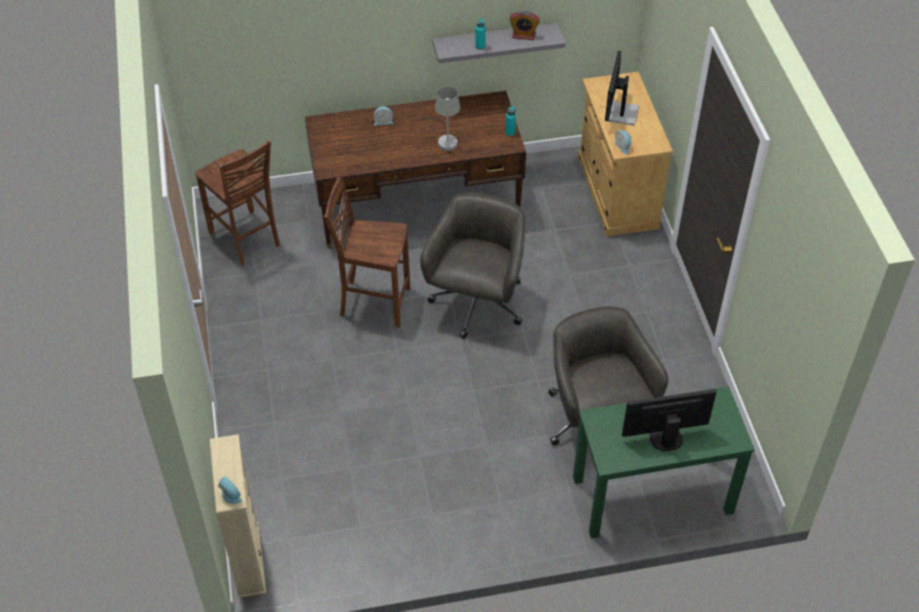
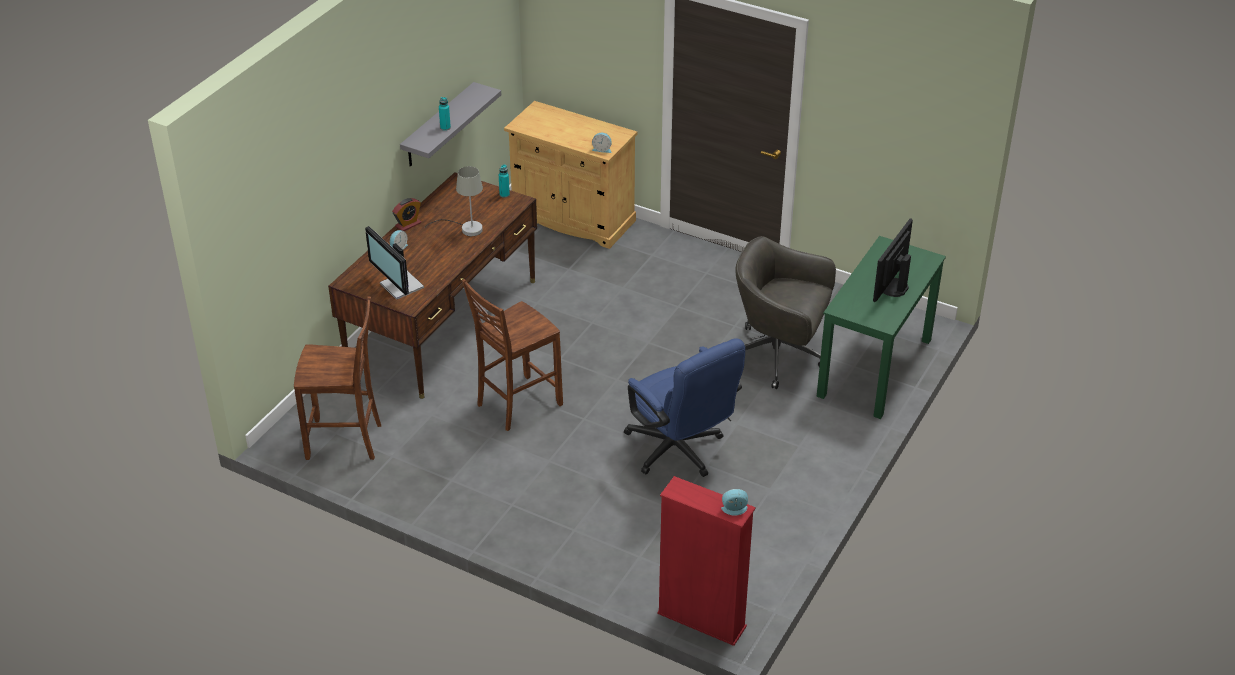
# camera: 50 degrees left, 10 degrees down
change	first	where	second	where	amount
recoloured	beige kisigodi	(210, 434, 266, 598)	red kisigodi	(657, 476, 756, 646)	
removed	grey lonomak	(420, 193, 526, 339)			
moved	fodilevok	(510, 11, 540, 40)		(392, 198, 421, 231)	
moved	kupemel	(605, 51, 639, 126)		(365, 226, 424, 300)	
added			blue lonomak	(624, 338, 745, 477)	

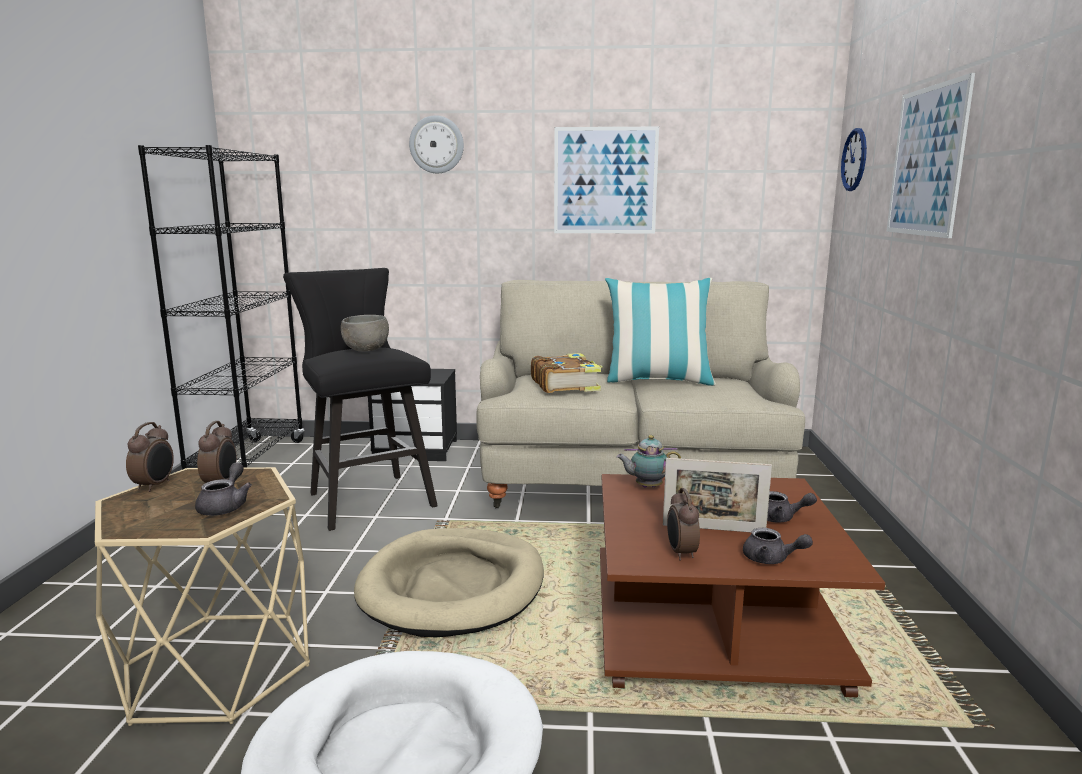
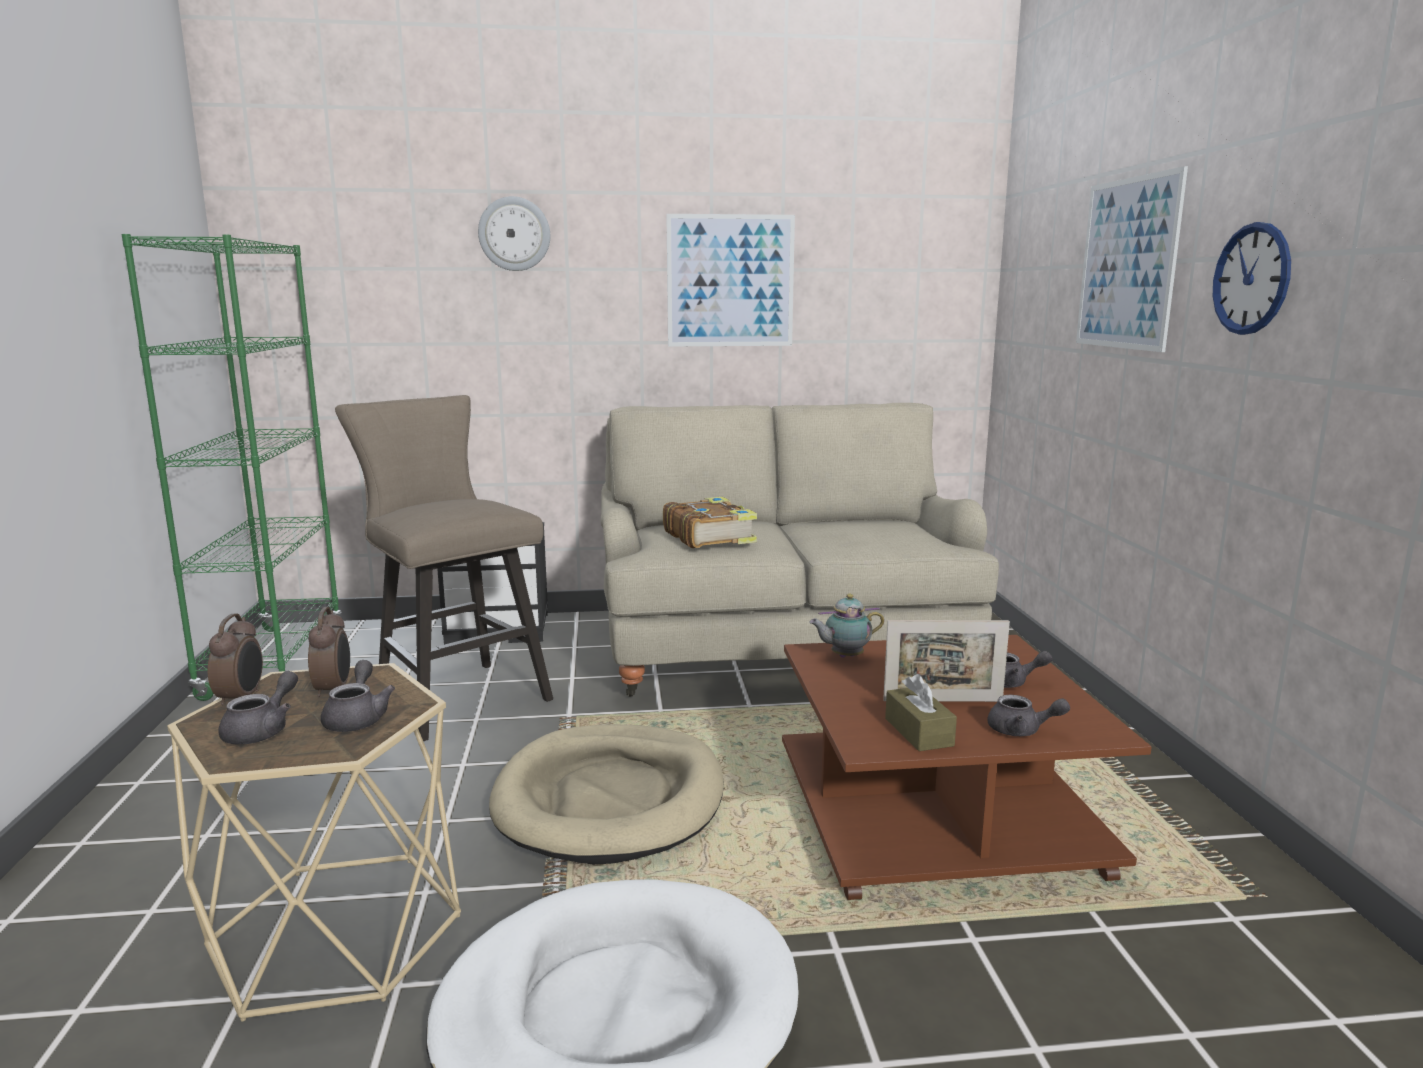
# camera: 10 degrees left, 0 degrees up
change	first	where	second	where	amount
recoloured	black kisigodi	(138, 145, 305, 470)	green kisigodi	(121, 234, 342, 701)	
recoloured	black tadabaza	(283, 268, 438, 531)	beige tadabaza	(335, 395, 553, 741)	
removed	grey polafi	(341, 315, 389, 352)			
removed	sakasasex	(605, 278, 716, 386)			
replaced	fodilevok	(667, 488, 700, 561)	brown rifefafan	(885, 674, 957, 751)	
moved	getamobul	(841, 128, 867, 191)		(1213, 222, 1291, 335)	
added			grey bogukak	(218, 671, 298, 745)	

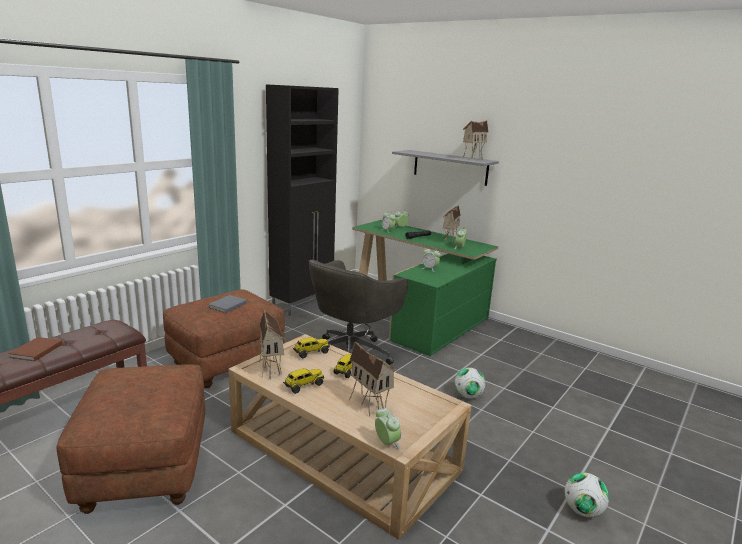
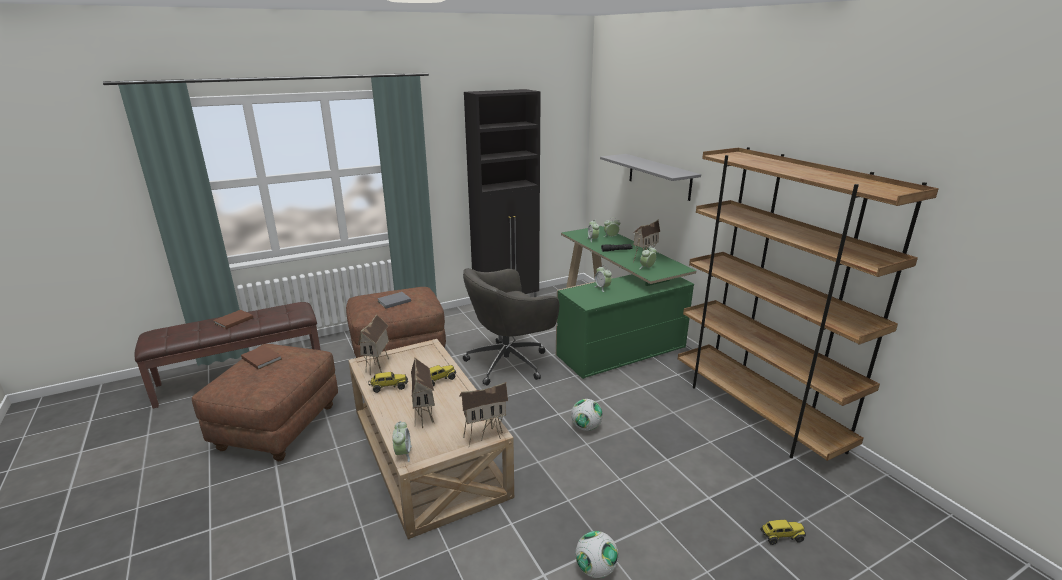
# camera: 25 degrees right, 5 degrees up
change	first	where	second	where	amount
moved	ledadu	(293, 337, 330, 358)		(760, 520, 806, 545)	
moved	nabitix	(462, 120, 488, 161)		(459, 382, 508, 446)	
added			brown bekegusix	(241, 345, 282, 369)	
added			brown kisigodi	(678, 147, 939, 461)	

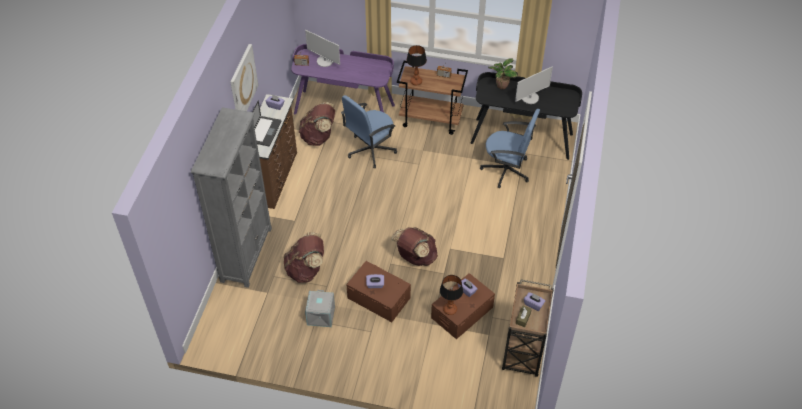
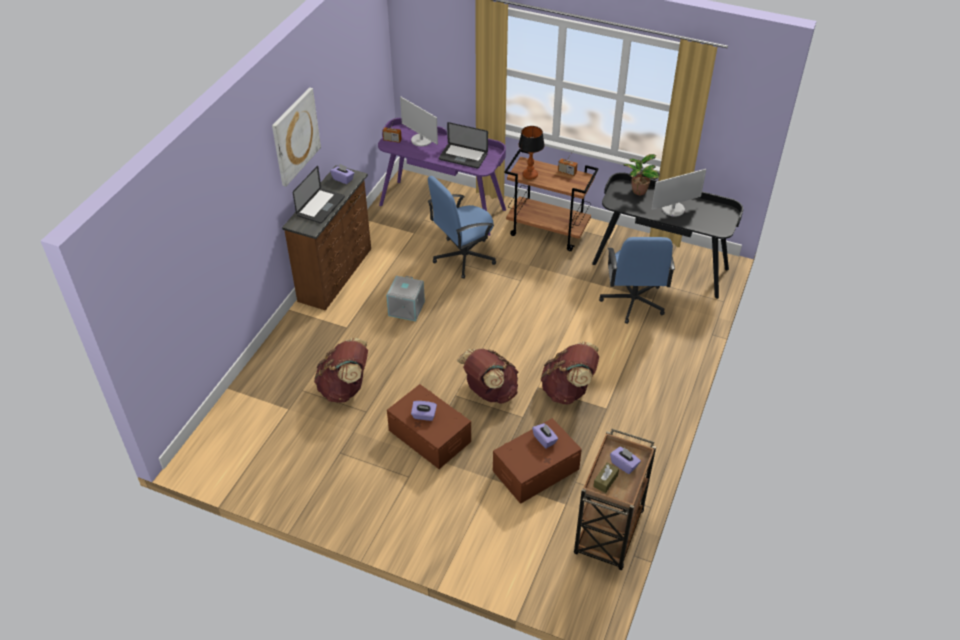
# camera: 10 degrees right, 5 degrees down
change	first	where	second	where	amount
removed	grey kisigodi	(191, 107, 272, 288)			
moved	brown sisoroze	(298, 102, 335, 146)		(541, 342, 599, 404)	
moved	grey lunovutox	(305, 290, 335, 327)		(386, 276, 425, 321)	
removed	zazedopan	(440, 275, 463, 315)			
turned	blue lonomak	(480, 109, 540, 188)		(599, 237, 675, 324)	60 degrees clockwise
added			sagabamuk	(439, 122, 488, 169)	

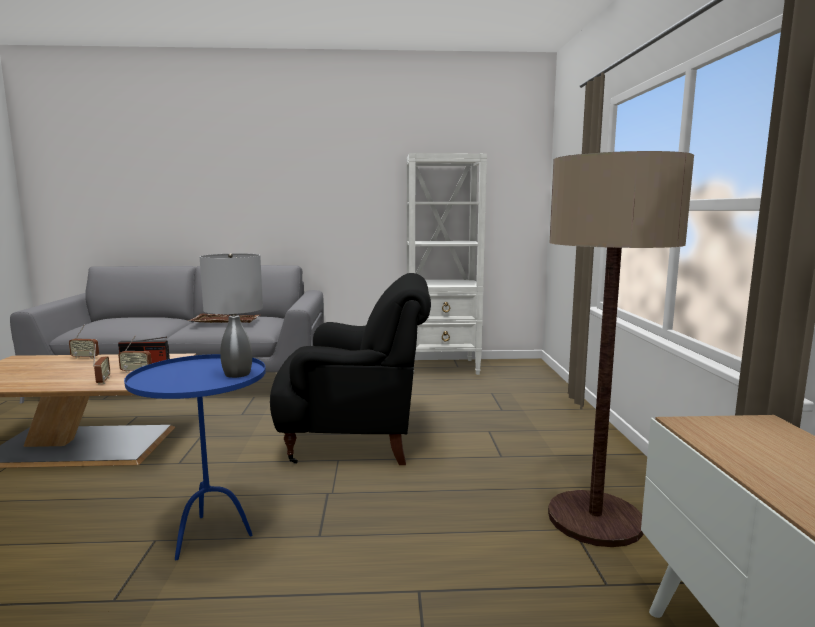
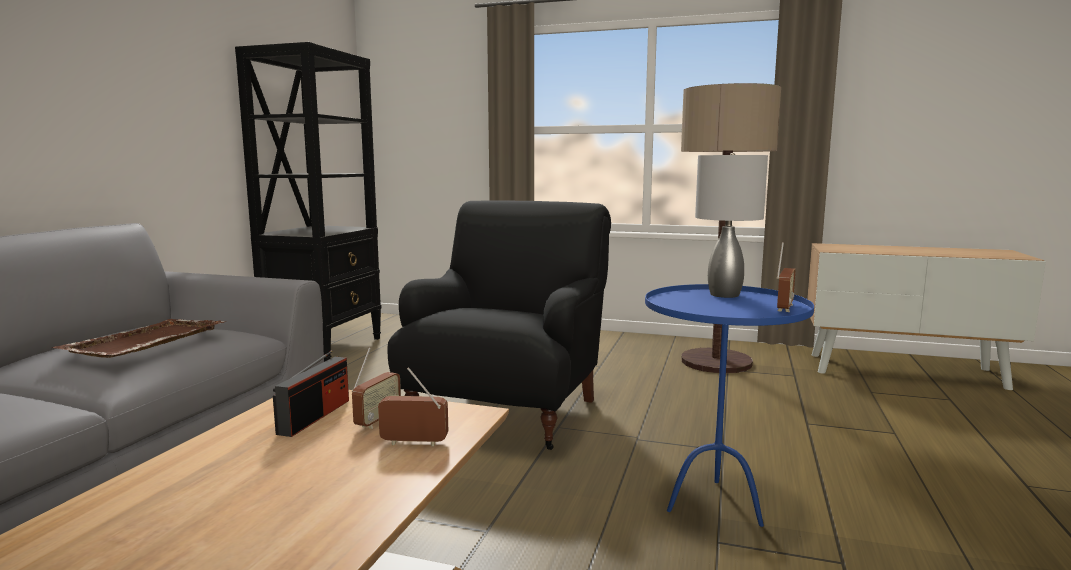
# camera: 70 degrees left, 0 degrees up
change	first	where	second	where	amount
moved	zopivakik	(69, 325, 99, 359)		(777, 242, 796, 312)	
recoloured	white kisigodi	(406, 153, 487, 375)	black kisigodi	(235, 42, 382, 362)	

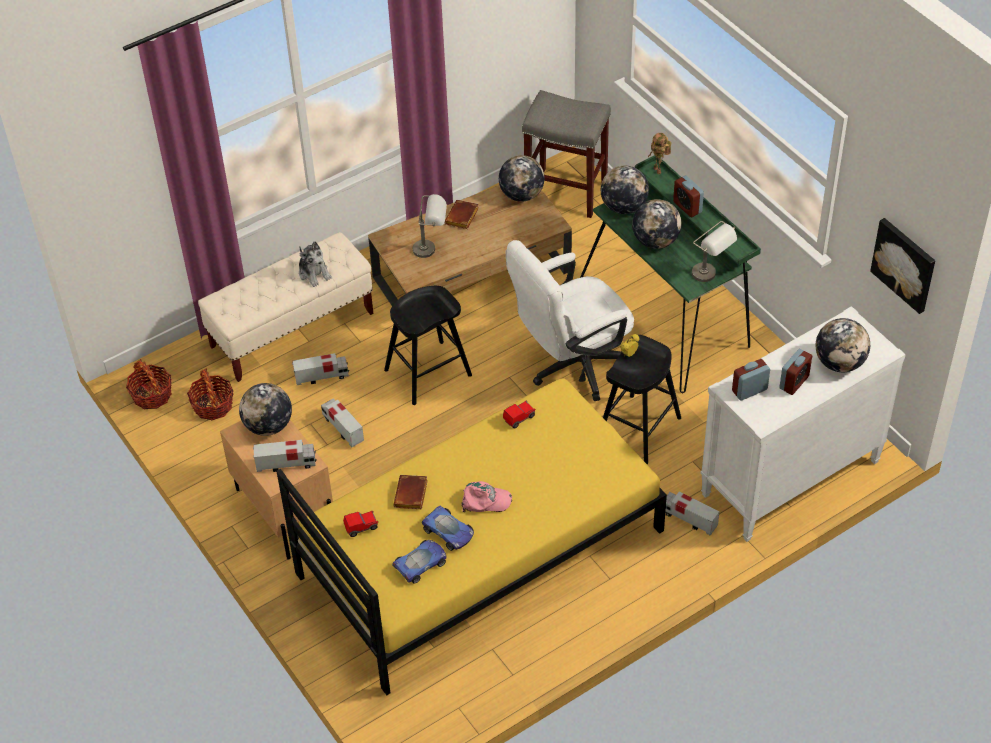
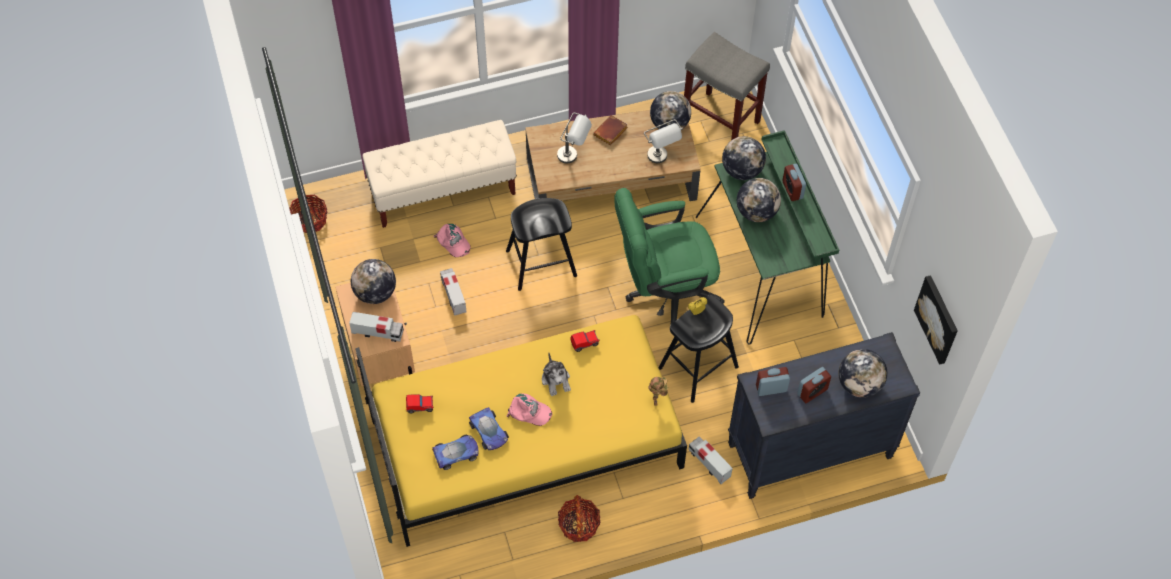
# camera: 15 degrees right, 10 degrees up
change	first	where	second	where	amount
moved	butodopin	(187, 369, 234, 420)		(558, 495, 600, 542)	
replaced	ledadu	(292, 353, 349, 385)	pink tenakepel	(434, 224, 471, 257)	
moved	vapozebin	(299, 241, 332, 287)		(542, 353, 571, 396)	
removed	brown bekegusix	(393, 475, 428, 509)			
recoloured	white lonomak	(506, 240, 634, 401)	green lonomak	(615, 188, 725, 325)	
moved	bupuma	(648, 133, 671, 174)		(648, 377, 668, 406)	
moved	grey zazedopan	(692, 221, 737, 282)		(644, 119, 683, 163)	
recoloured	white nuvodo	(700, 306, 906, 542)	black nuvodo	(728, 332, 920, 499)	

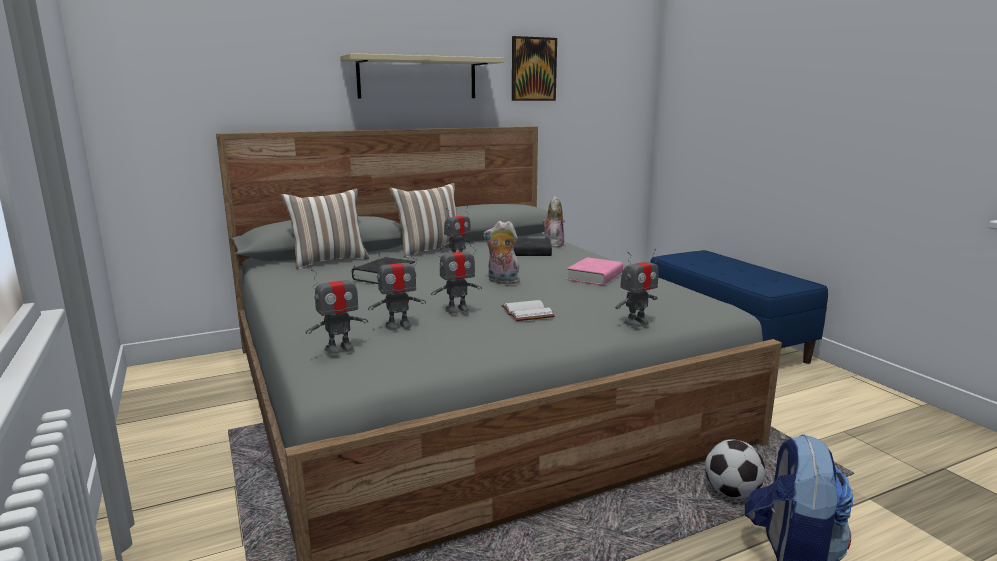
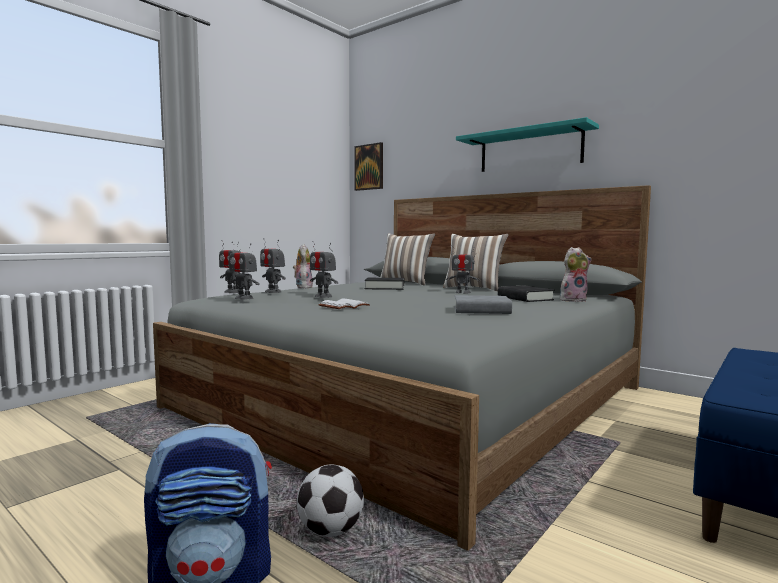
# camera: 65 degrees right, 10 degrees down
change	first	where	second	where	amount
recoloured	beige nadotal	(340, 53, 504, 98)	turquoise nadotal	(456, 117, 599, 172)	
moved	vapozebin	(483, 221, 520, 284)		(293, 244, 313, 288)	
moved	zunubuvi	(512, 36, 557, 101)		(354, 142, 383, 191)	
recoloured	pink bekegusix	(567, 257, 623, 285)	grey bekegusix	(454, 295, 512, 314)	
moved	bupuma	(615, 249, 659, 327)		(229, 242, 260, 300)	

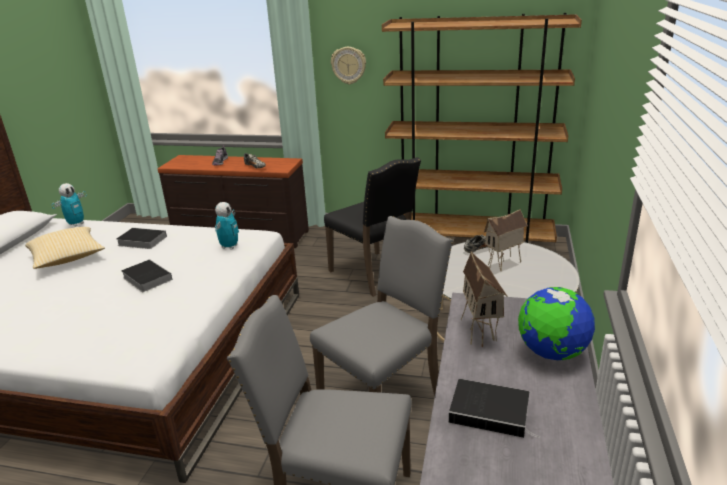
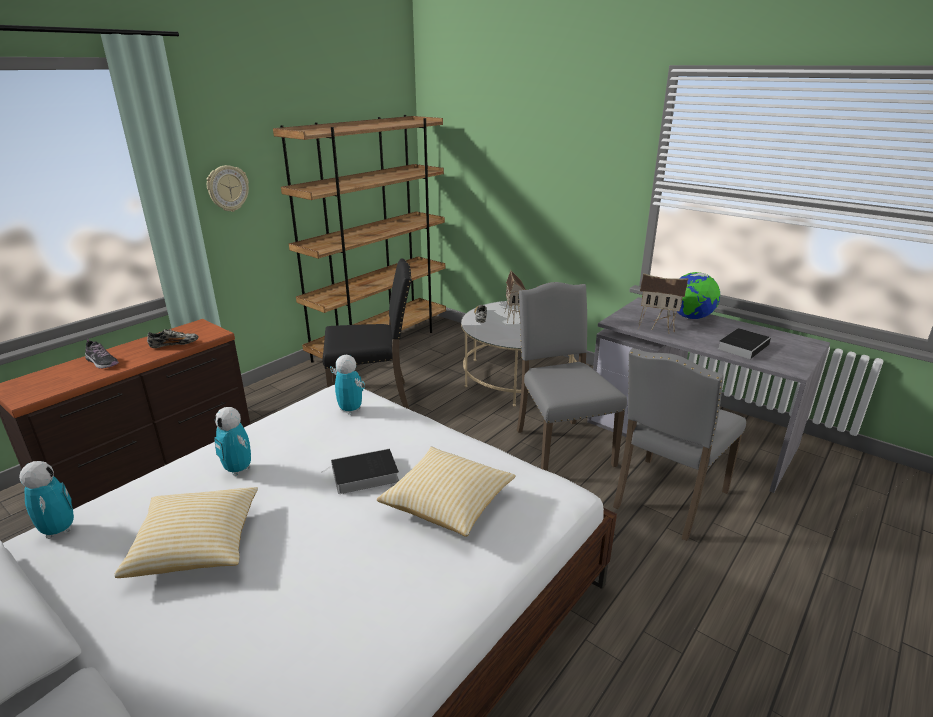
# camera: 65 degrees left, 0 degrees up
change	first	where	second	where	amount
replaced	bekegusix	(116, 228, 167, 249)	bupuma	(214, 407, 251, 476)	
added			sakasasex	(377, 447, 516, 537)	

